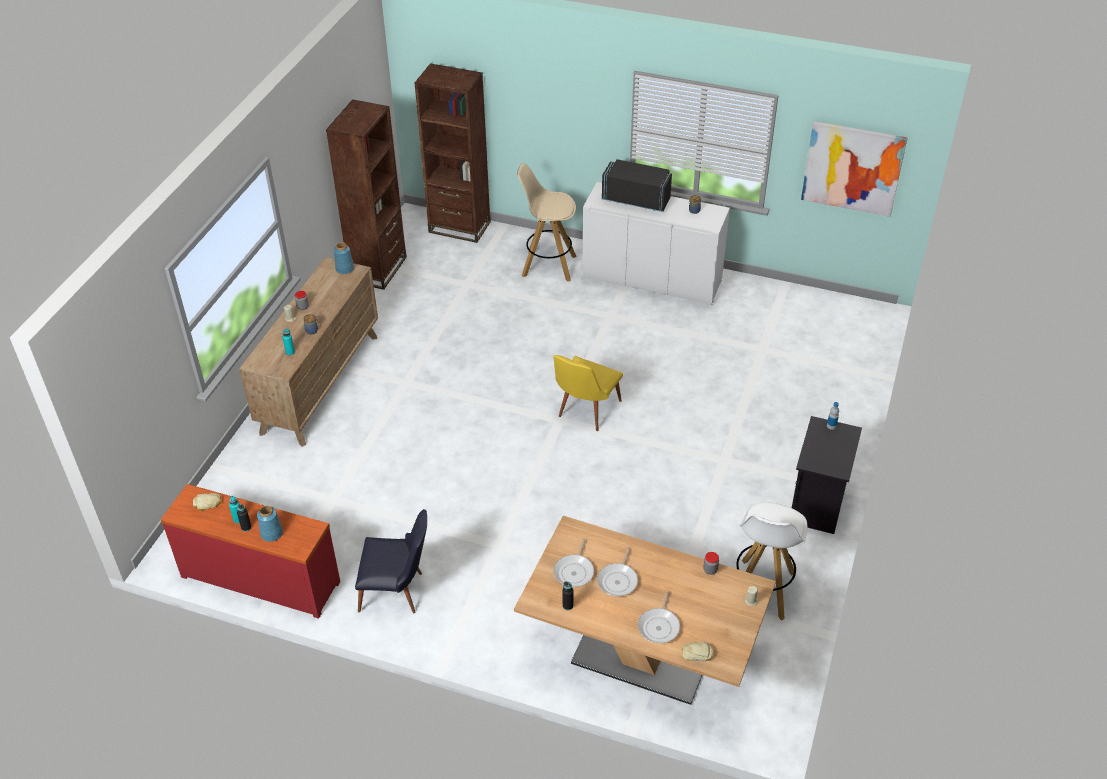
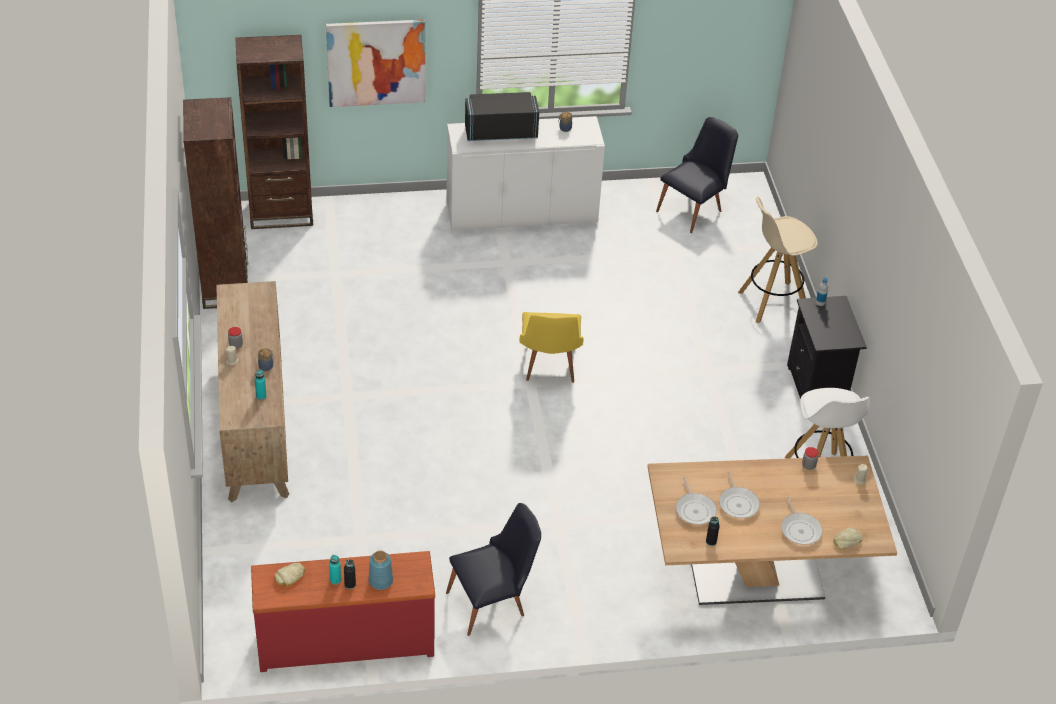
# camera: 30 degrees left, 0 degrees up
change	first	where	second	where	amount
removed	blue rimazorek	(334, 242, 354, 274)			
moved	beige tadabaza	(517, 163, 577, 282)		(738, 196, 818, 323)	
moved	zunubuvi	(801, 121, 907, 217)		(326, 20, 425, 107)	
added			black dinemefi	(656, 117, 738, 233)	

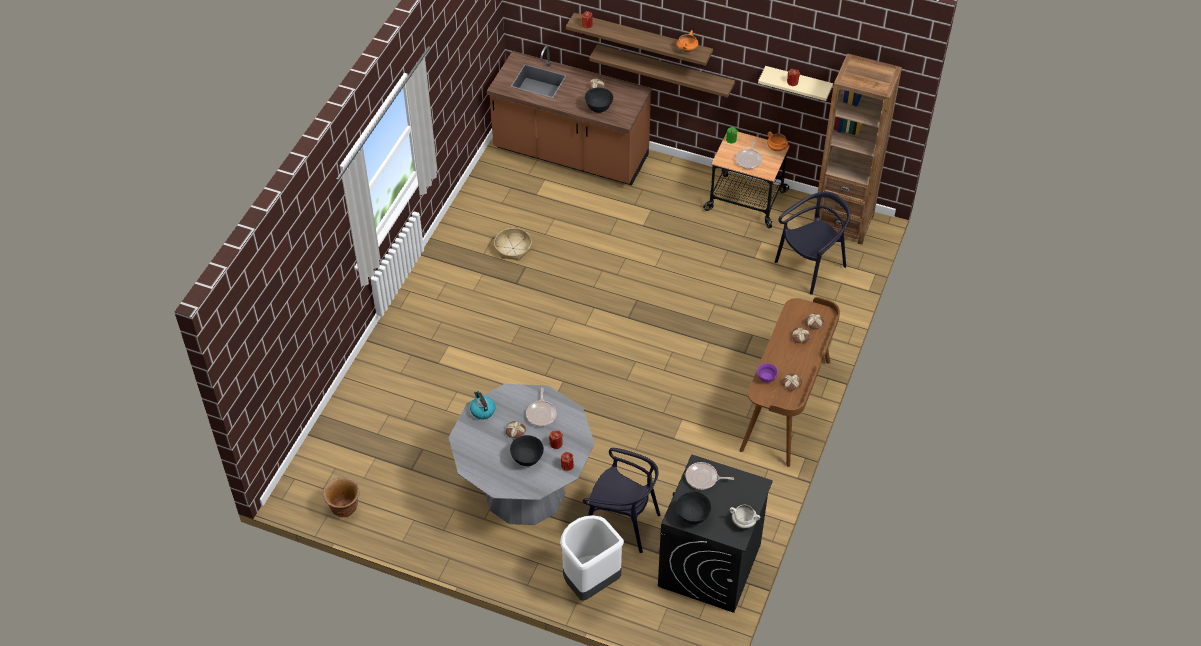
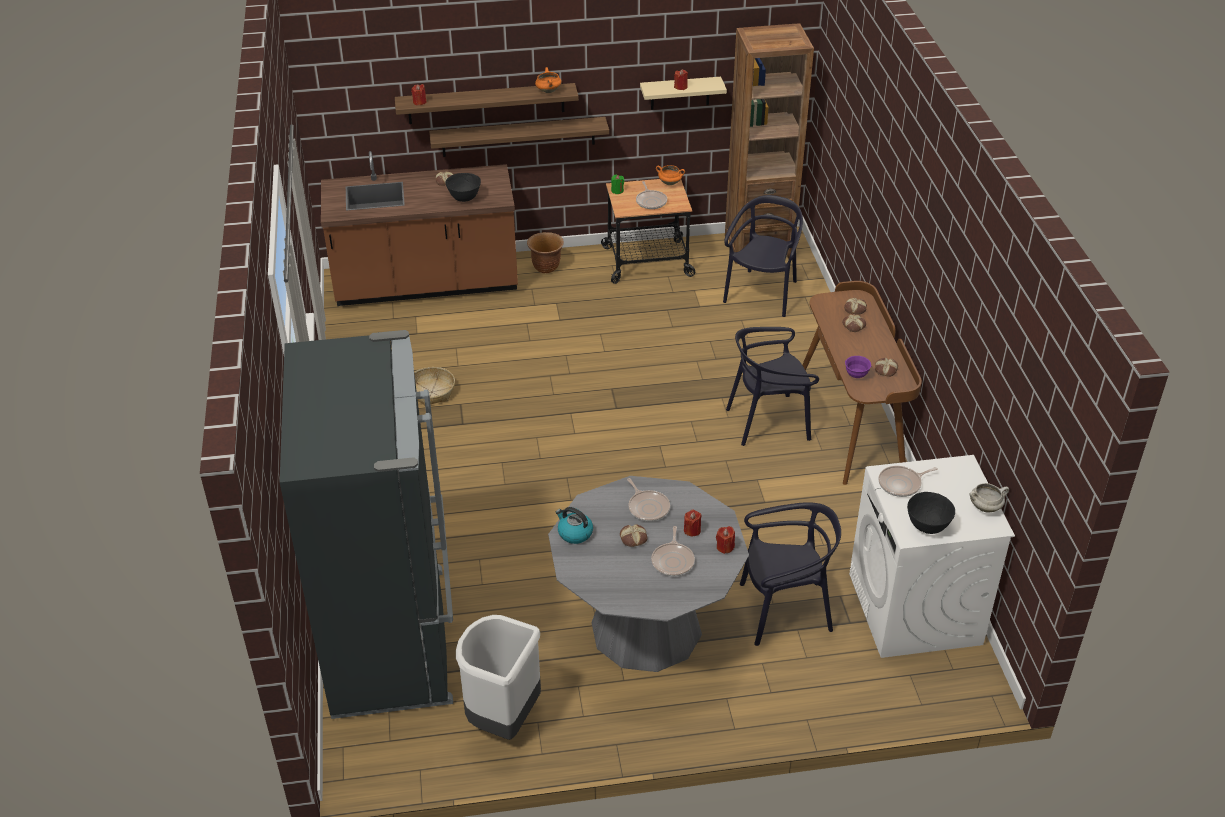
# camera: 30 degrees left, 10 degrees down
change	first	where	second	where	amount
moved	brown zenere	(323, 477, 360, 517)		(527, 232, 564, 273)	
replaced	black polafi	(510, 435, 544, 466)	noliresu	(651, 526, 695, 576)	
moved	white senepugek	(560, 515, 624, 601)		(456, 615, 541, 740)	
recoloured	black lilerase	(658, 455, 773, 613)	white lilerase	(849, 455, 1015, 658)	
added			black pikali	(280, 330, 453, 719)	
added			black dinemefi	(726, 327, 819, 446)	

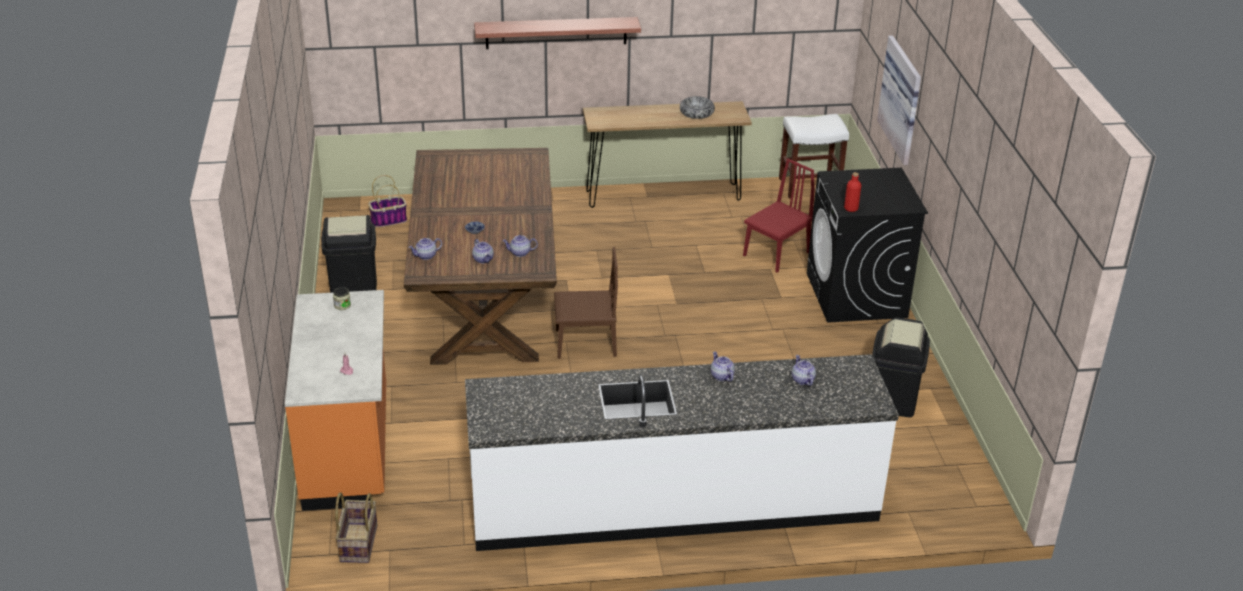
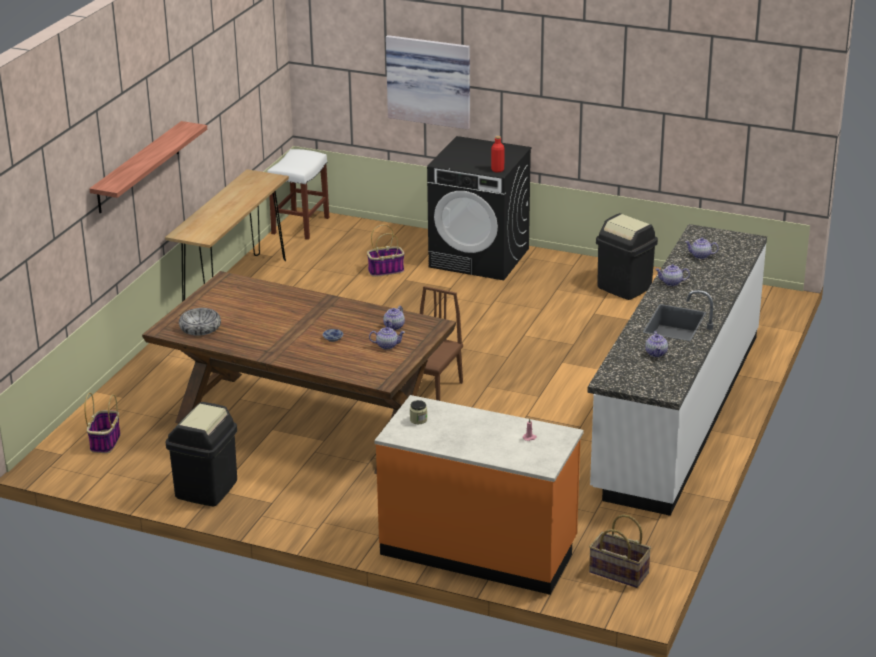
# camera: 60 degrees left, 5 degrees down
change	first	where	second	where	amount
moved	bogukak	(409, 238, 442, 260)		(645, 331, 668, 357)	
moved	polafi	(680, 96, 715, 119)		(179, 308, 221, 336)	
replaced	red dinemefi	(743, 159, 815, 273)	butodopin	(367, 225, 405, 277)	

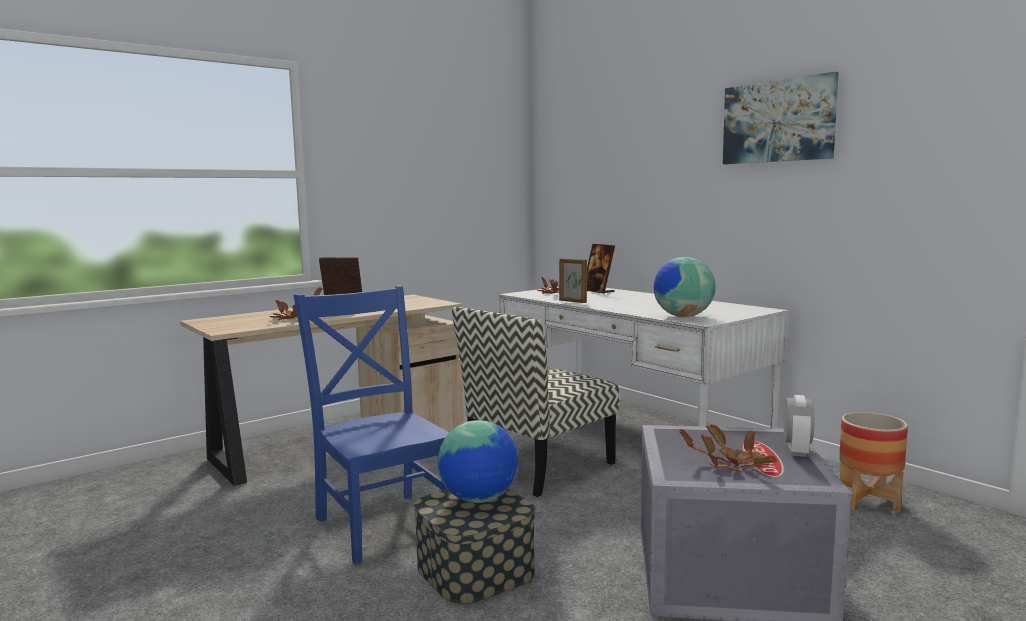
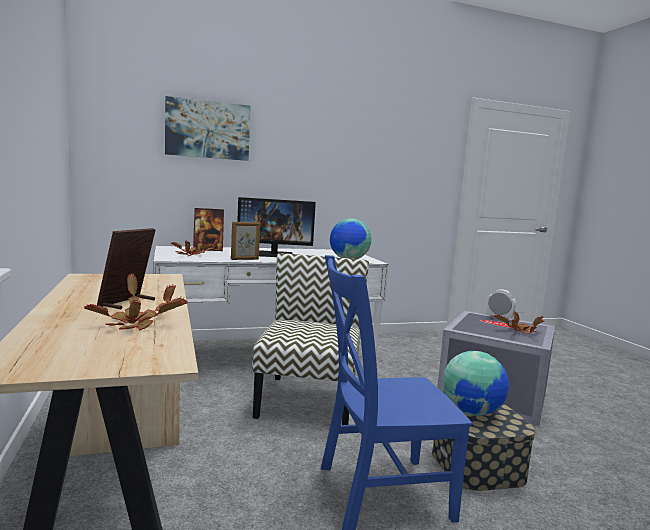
# camera: 70 degrees left, 0 degrees up
change	first	where	second	where	amount
turned	dinemefi	(452, 307, 619, 497)		(252, 253, 369, 425)	150 degrees counterclockwise
moved	zunubuvi	(723, 72, 839, 164)		(165, 96, 251, 161)	
removed	zenere	(839, 412, 908, 513)			
added			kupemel	(237, 197, 316, 257)	

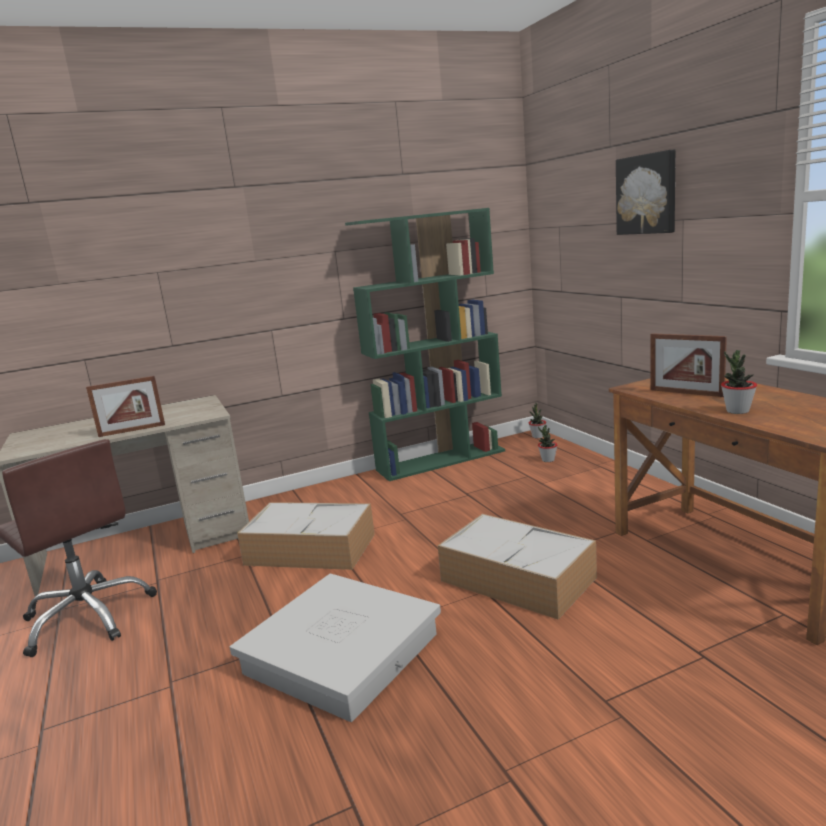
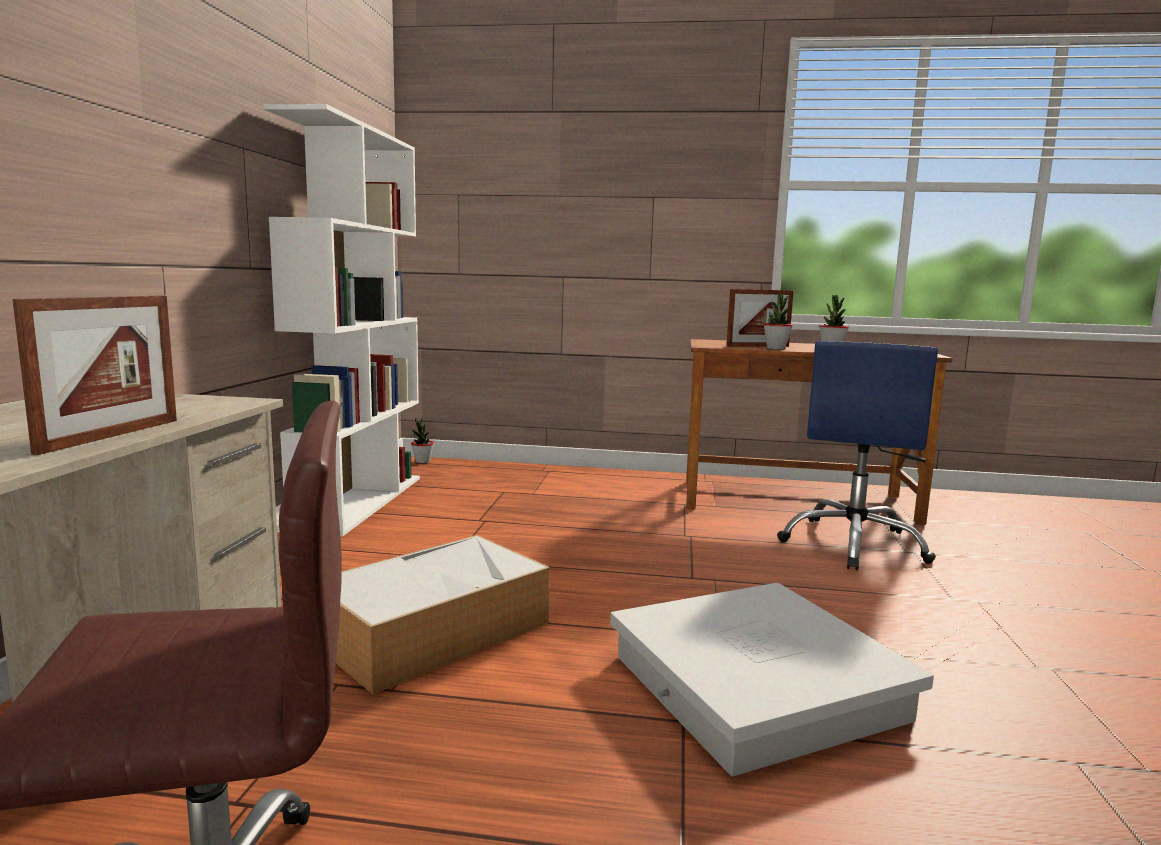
# camera: 60 degrees left, 5 degrees down
change	first	where	second	where	amount
recoloured	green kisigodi	(345, 208, 505, 481)	white kisigodi	(263, 104, 420, 537)	
removed	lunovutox	(438, 514, 597, 619)			
moved	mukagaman	(538, 425, 557, 462)		(764, 293, 793, 350)	
removed	zunubuvi	(616, 149, 676, 235)			
added			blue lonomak	(777, 341, 938, 570)	

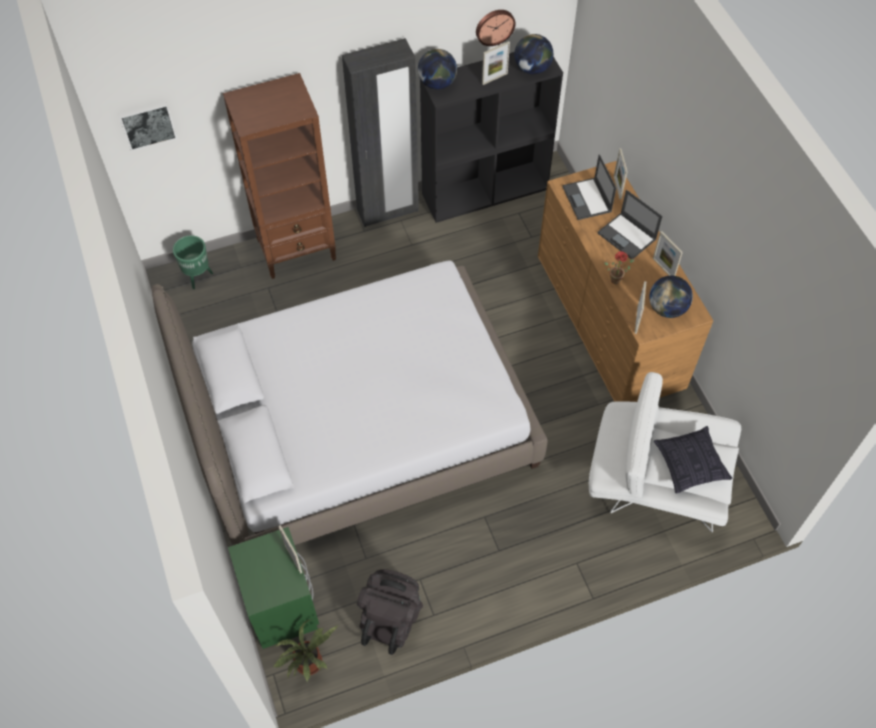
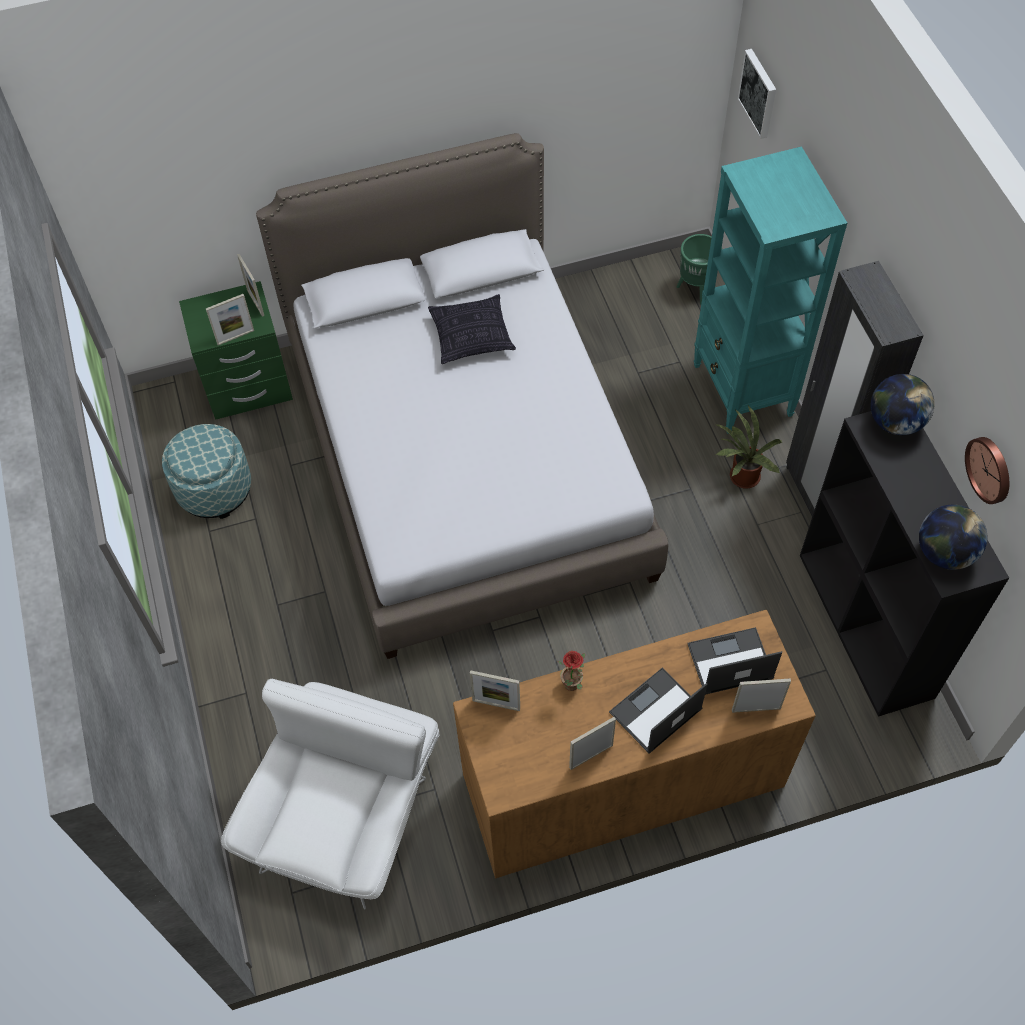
# camera: 95 degrees right, 0 degrees up
change	first	where	second	where	amount
recoloured	brown kisigodi	(223, 73, 336, 279)	turquoise kisigodi	(694, 146, 847, 434)	
moved	mukagaman	(273, 619, 339, 681)		(714, 406, 782, 489)	
replaced	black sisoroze	(357, 569, 423, 655)	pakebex	(162, 424, 251, 519)	
moved	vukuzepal	(482, 41, 510, 85)		(237, 254, 264, 317)	
removed	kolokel	(649, 276, 693, 318)			
moved	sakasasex	(654, 426, 732, 494)		(428, 294, 516, 364)	

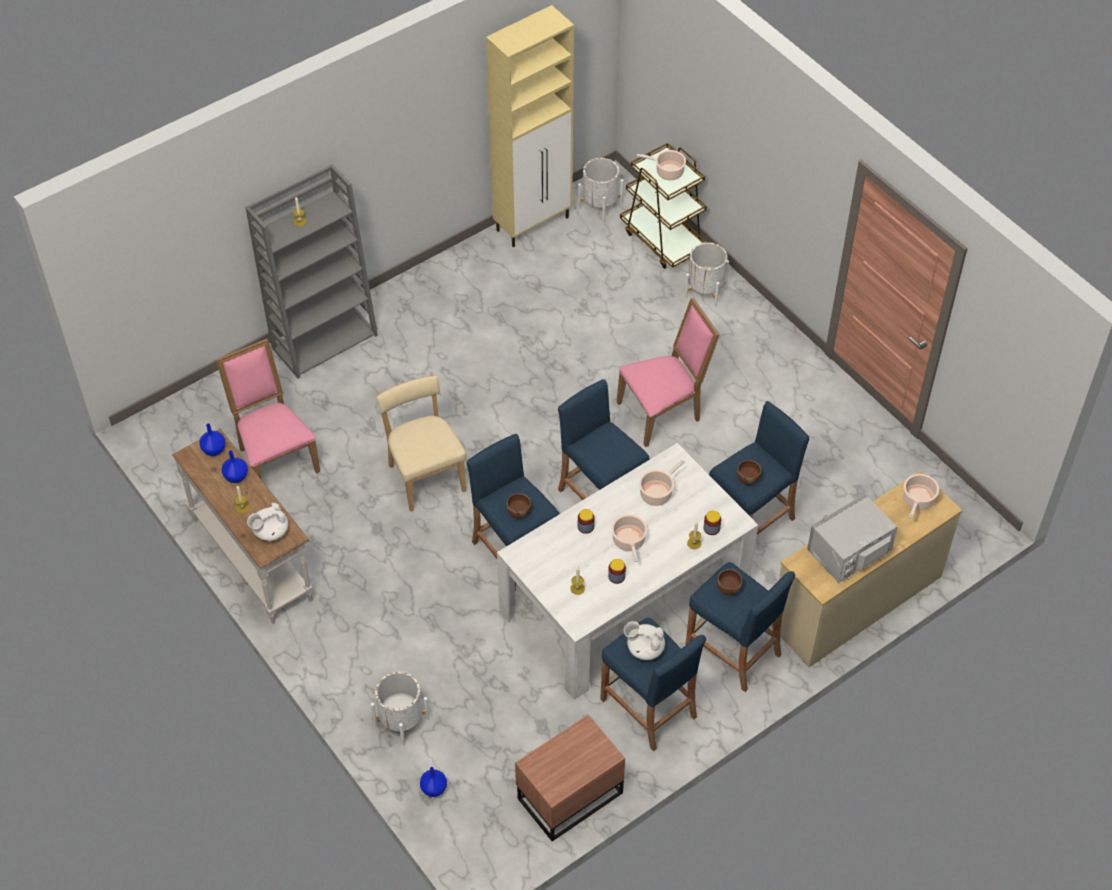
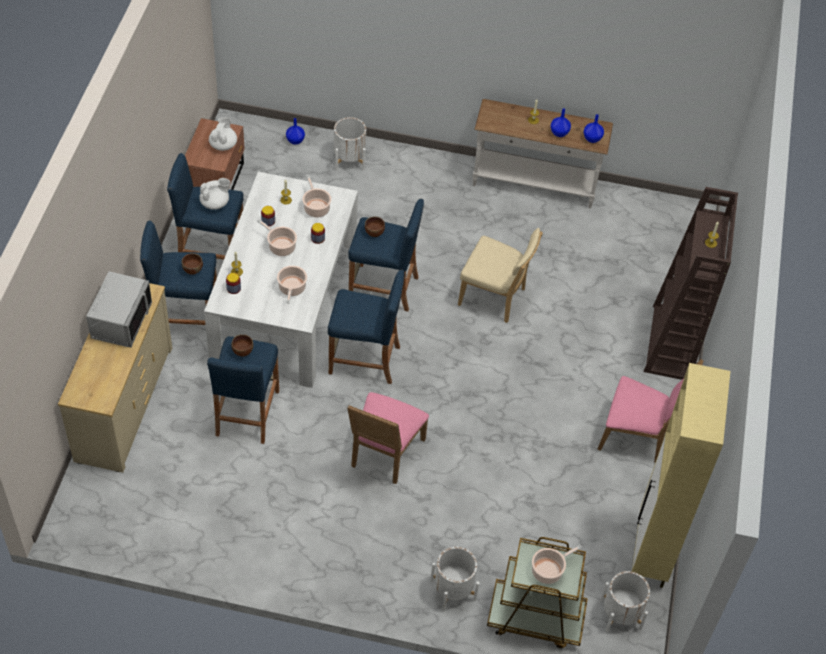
# camera: 135 degrees right, 0 degrees up
change	first	where	second	where	amount
moved	pink dinemefi	(216, 339, 320, 480)		(597, 359, 704, 462)	
recoloured	grey kisigodi	(245, 164, 378, 378)	brown kisigodi	(644, 187, 738, 380)	
moved	white bogukak	(247, 503, 288, 541)		(209, 117, 237, 151)	
moved	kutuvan	(903, 474, 939, 518)		(303, 175, 331, 217)	

